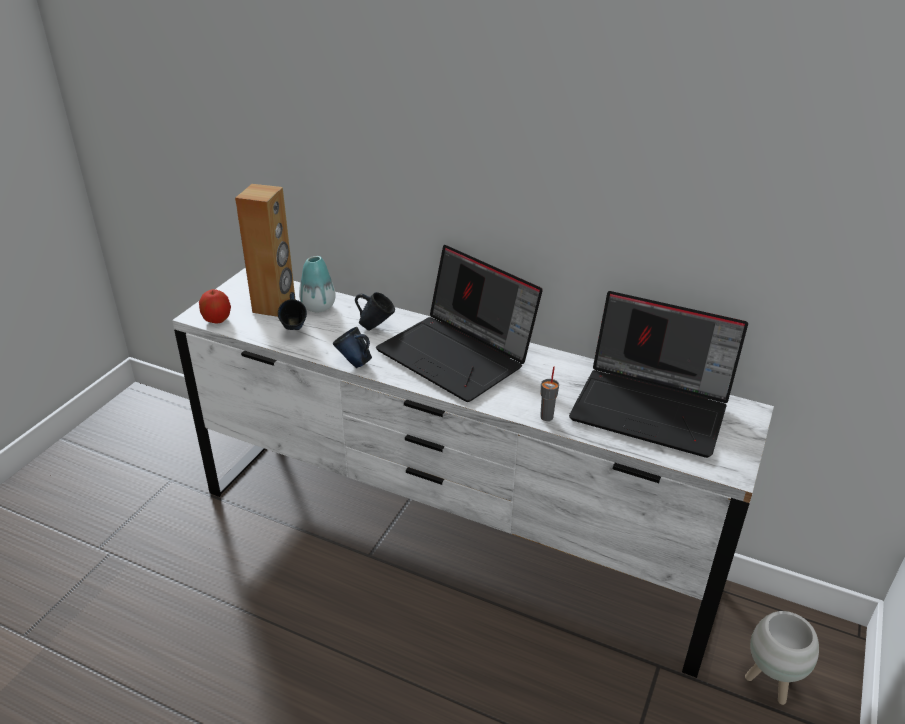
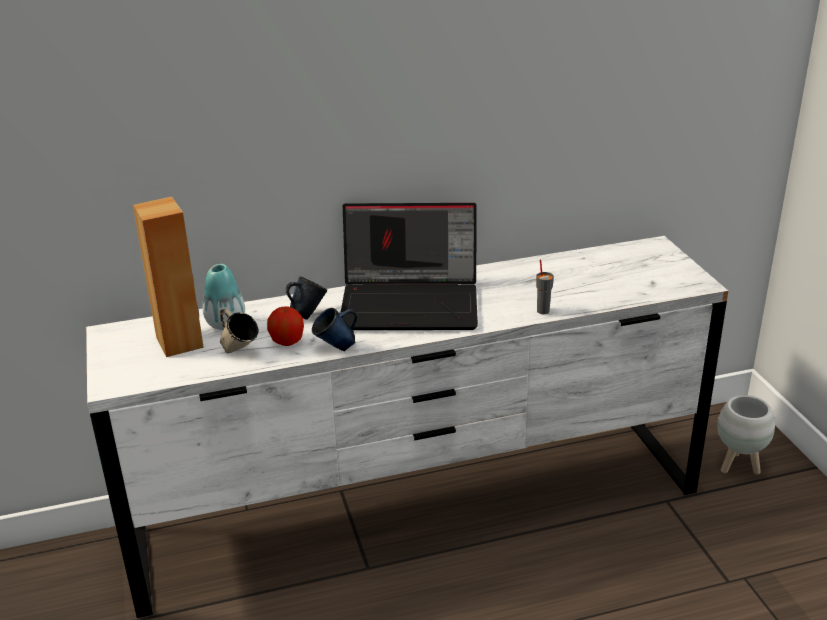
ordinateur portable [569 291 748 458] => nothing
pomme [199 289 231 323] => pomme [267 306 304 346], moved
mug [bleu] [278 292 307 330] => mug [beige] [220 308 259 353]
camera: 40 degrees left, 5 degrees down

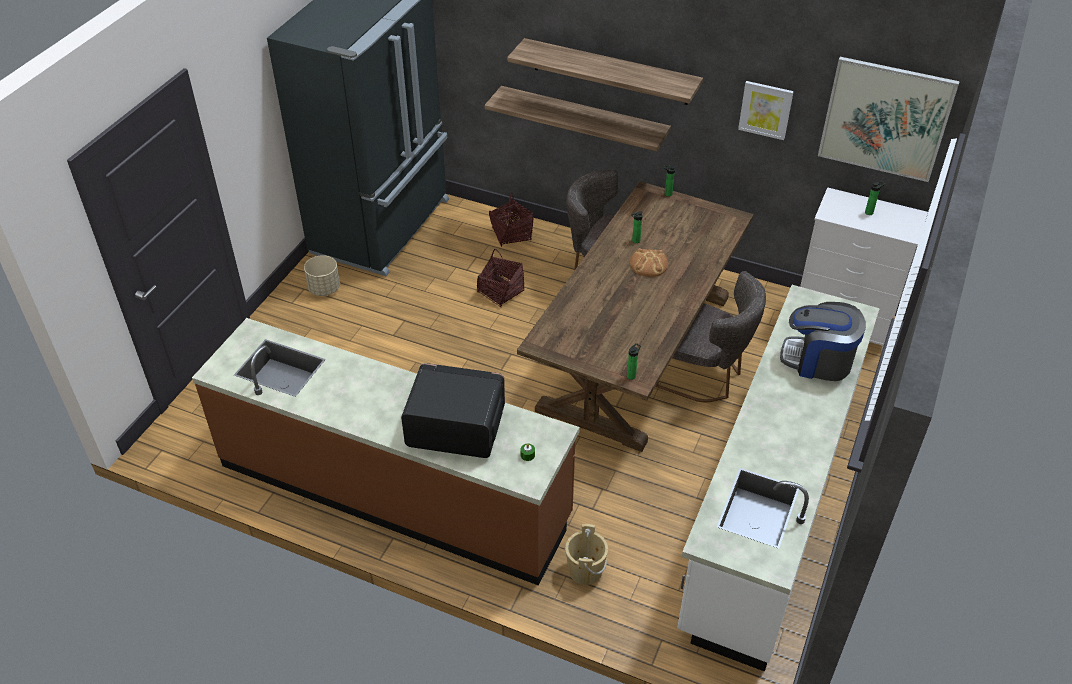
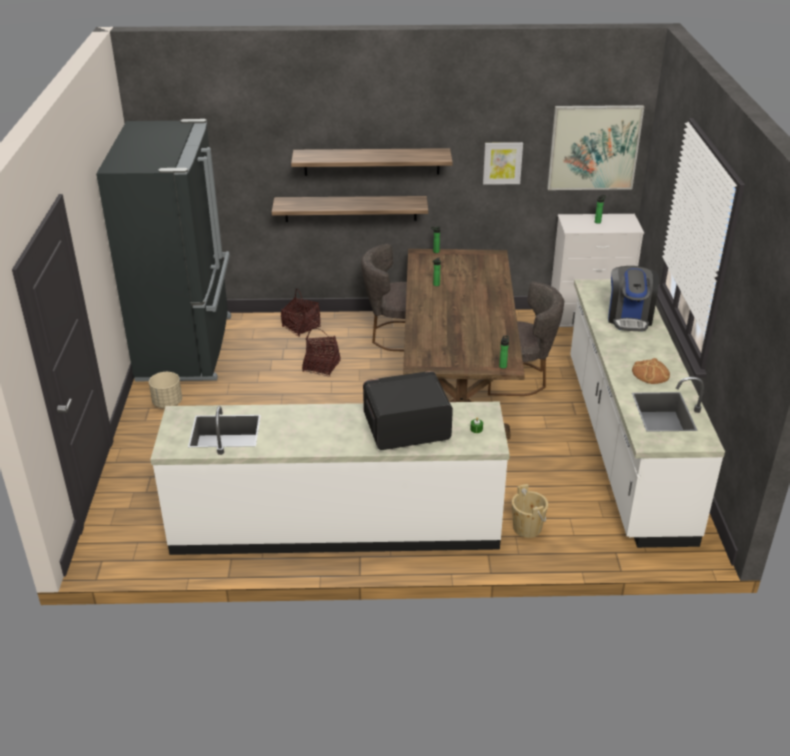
pain [630 248 668 277] => pain [632 358 670 384], moved
comptoir de cuisine [marron] [192 318 580 586] => comptoir de cuisine [blanc] [150 402 510 555]
machine à café [780 302 866 381] => machine à café [608 266 659 332], 75 degrees counterclockwise
camera: 25 degrees left, 10 degrees down

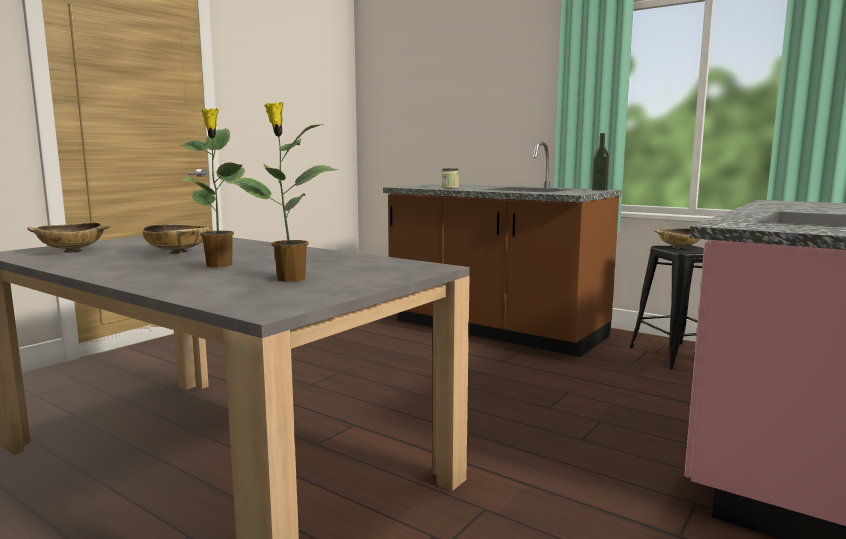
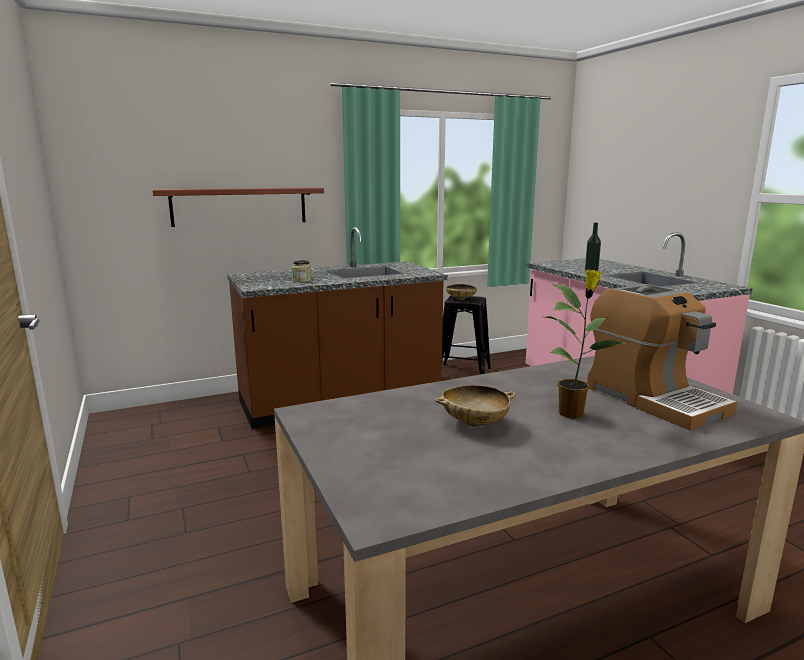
bol [beige] [27 223 111 253] => nothing
nothing => étagère [152 187 324 227]
bouteille [592 133 609 191] => bouteille [585 222 601 272], moved
plante en pot [227 102 339 282] => machine à café [587 284 737 430]
camera: 60 degrees left, 5 degrees up

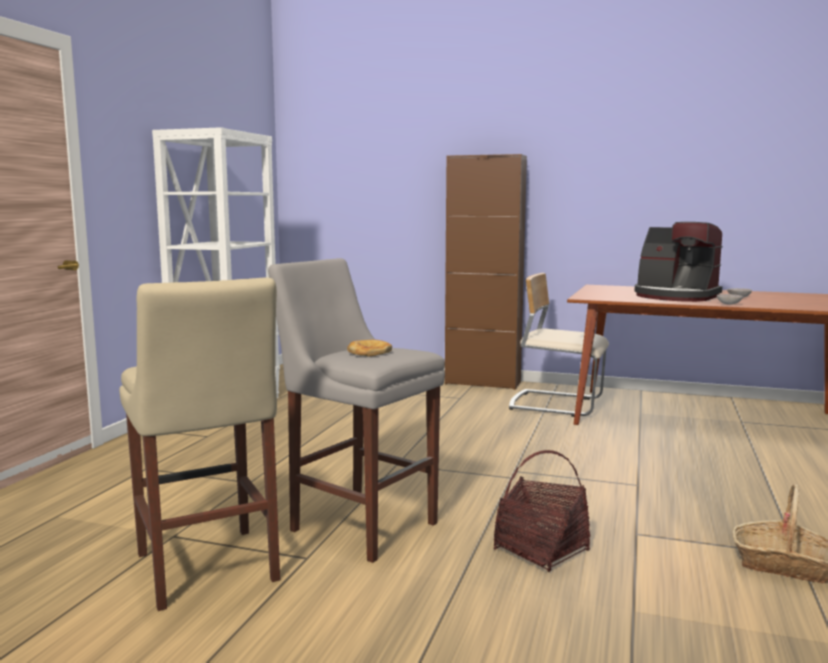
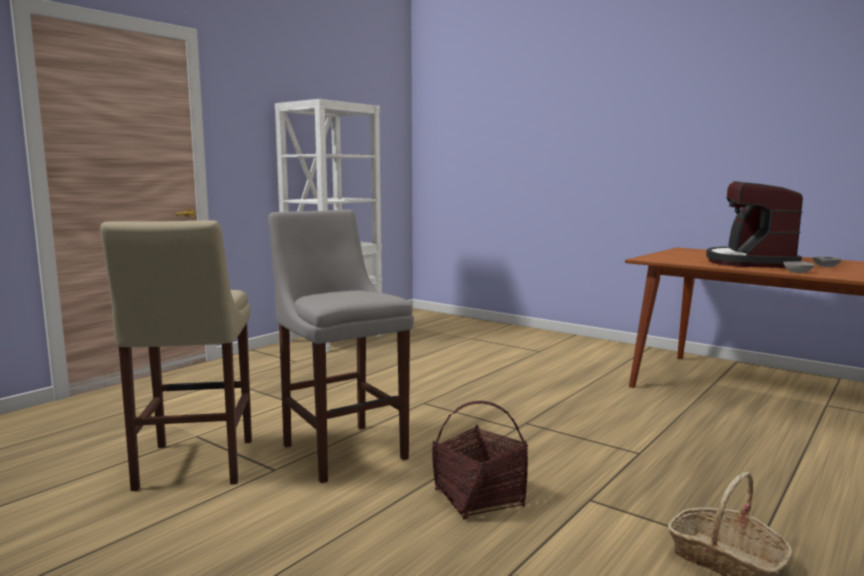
pain [347 340 392 356] => nothing
meuble de rangement [marron] [445 154 527 390] => nothing
chaise [beige] [509 273 609 417] => nothing
machine à café [635 222 723 302] => machine à café [706 181 803 268], 45 degrees clockwise
camera: 20 degrees right, 0 degrees up

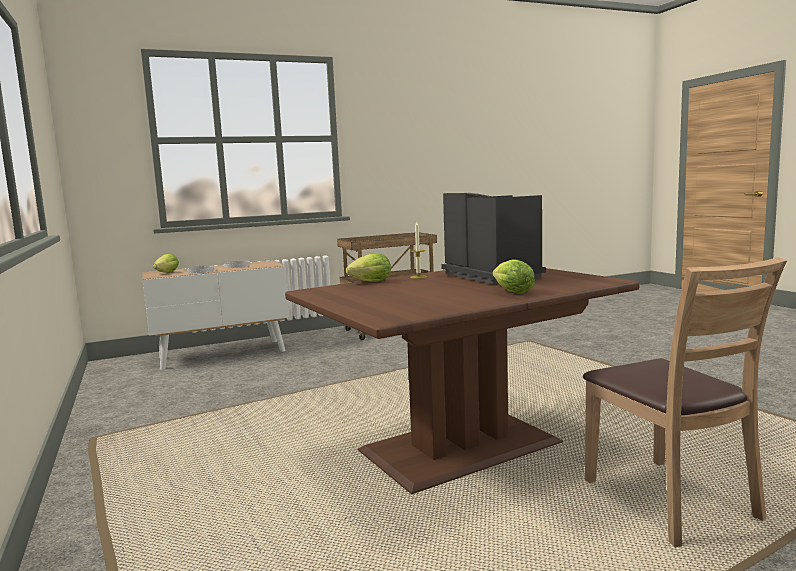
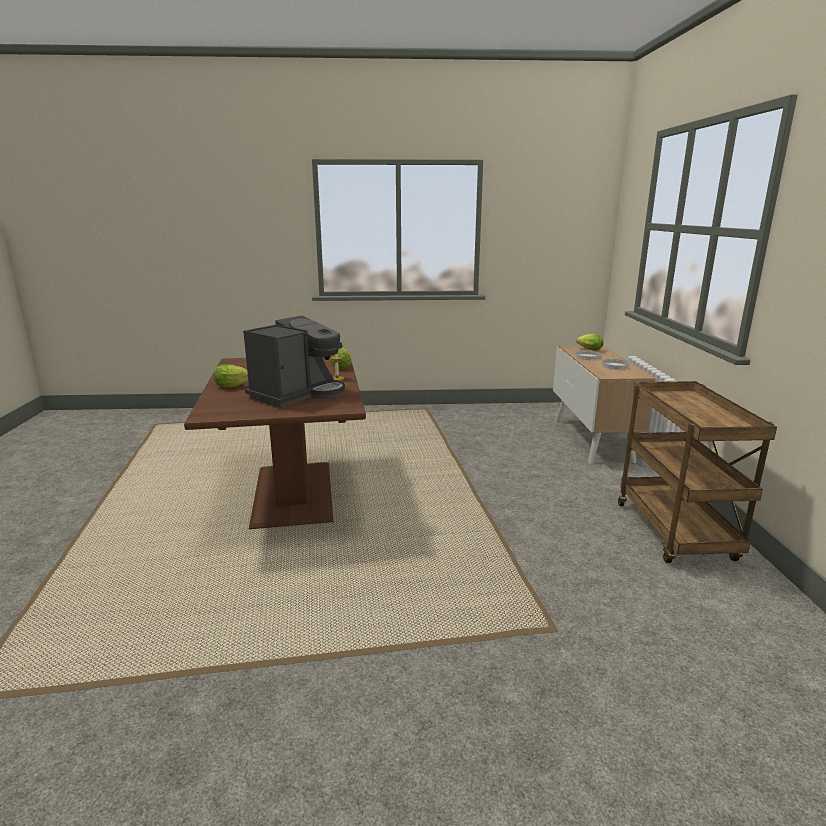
chaise [marron] [583 257 787 547] => nothing
machine à café [441 193 546 284] => machine à café [243 315 345 407], 45 degrees counterclockwise
camera: 110 degrees right, 10 degrees up

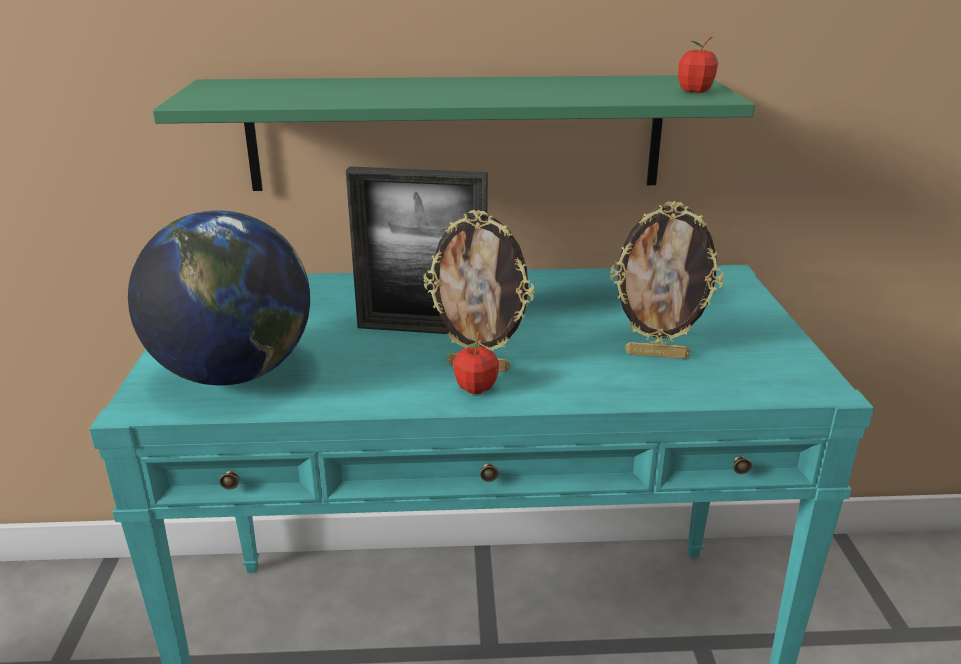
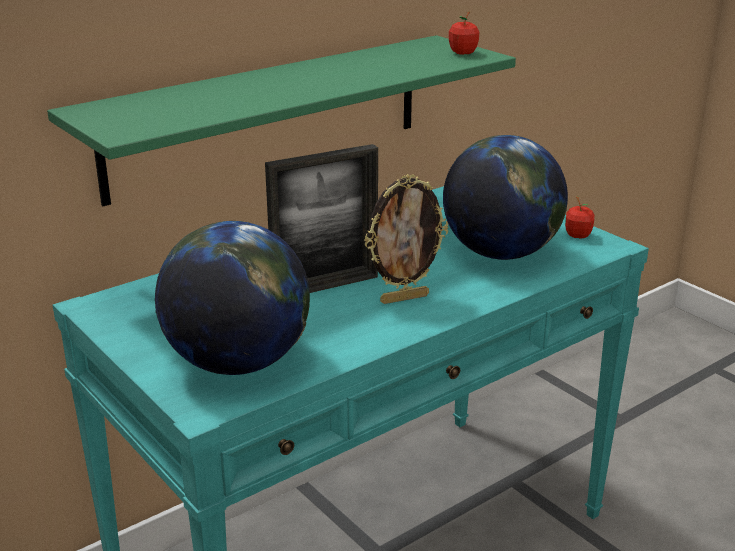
pomme [453 332 499 394] => pomme [565 196 595 239], moved
cadre photo [610 201 724 359] => globe [443 135 568 260]
camera: 35 degrees left, 0 degrees up

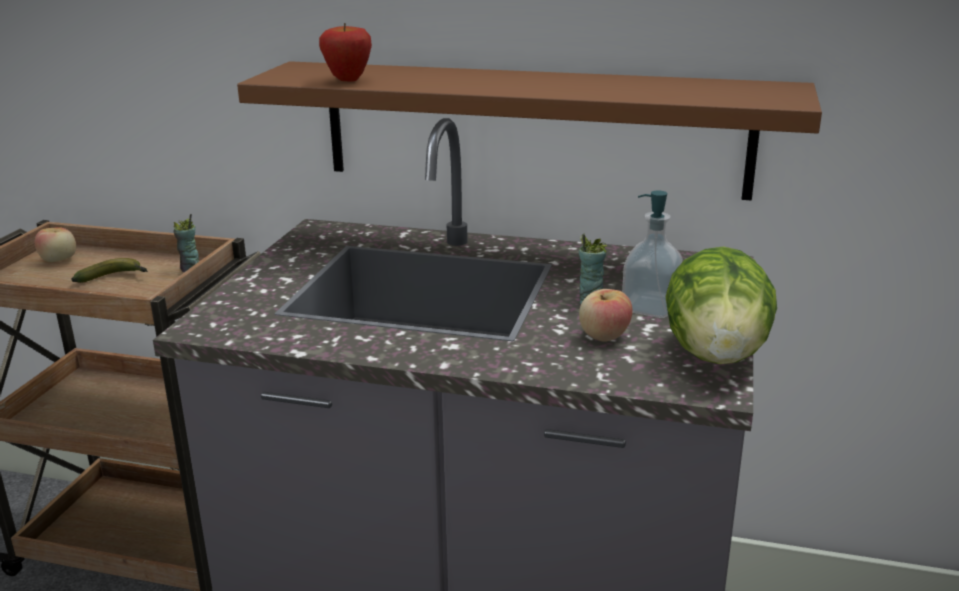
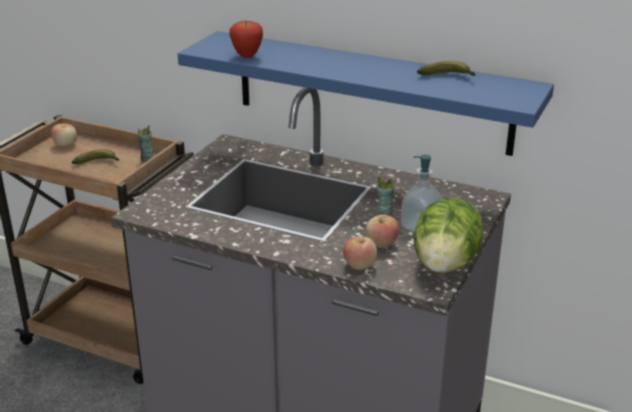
nothing => pomme [343 236 377 270]
nothing => banane [417 61 476 76]
étagère [marron] [237 61 822 201] => étagère [bleu] [178 31 554 156]
camera: 10 degrees right, 5 degrees up

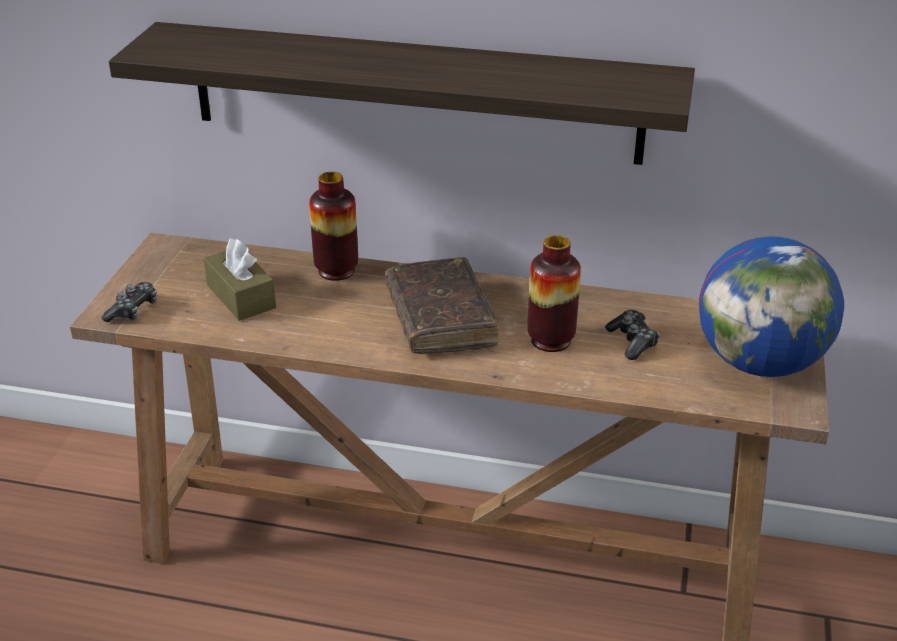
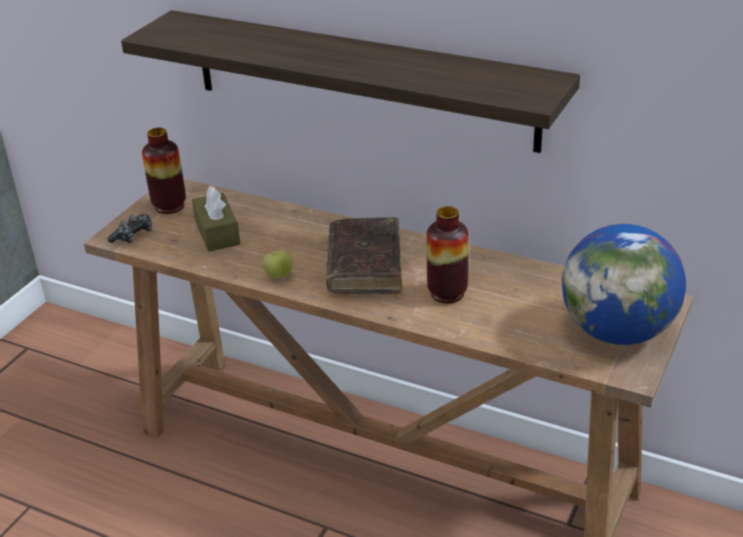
manette [605 310 660 360] => nothing
nothing => pomme [263 250 293 279]
vase [309 172 358 281] => vase [142 128 186 214], moved
camera: 15 degrees right, 0 degrees up

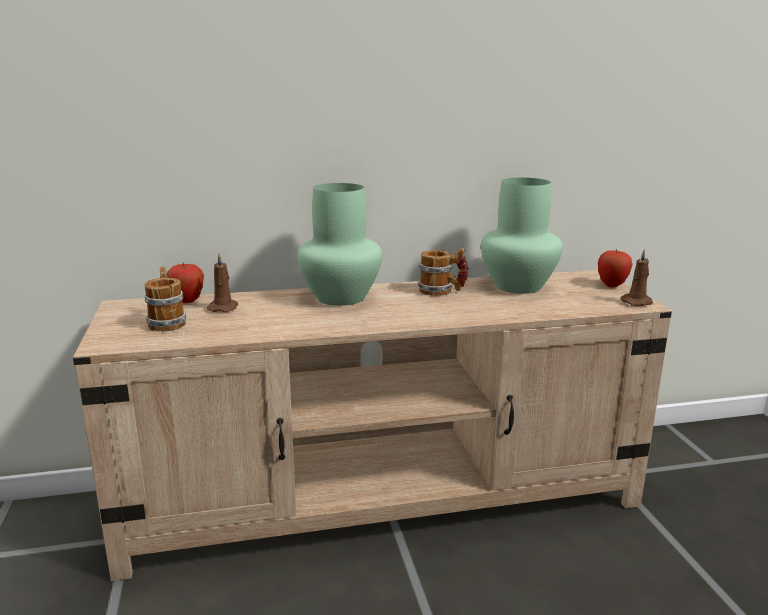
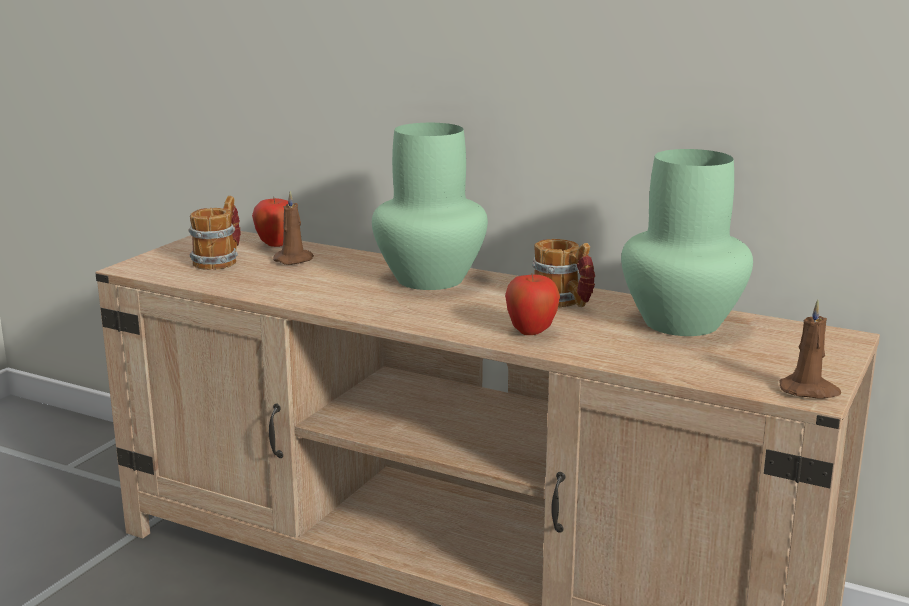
pomme [598 249 633 287] => pomme [505 273 560 335], moved
camera: 40 degrees right, 0 degrees up

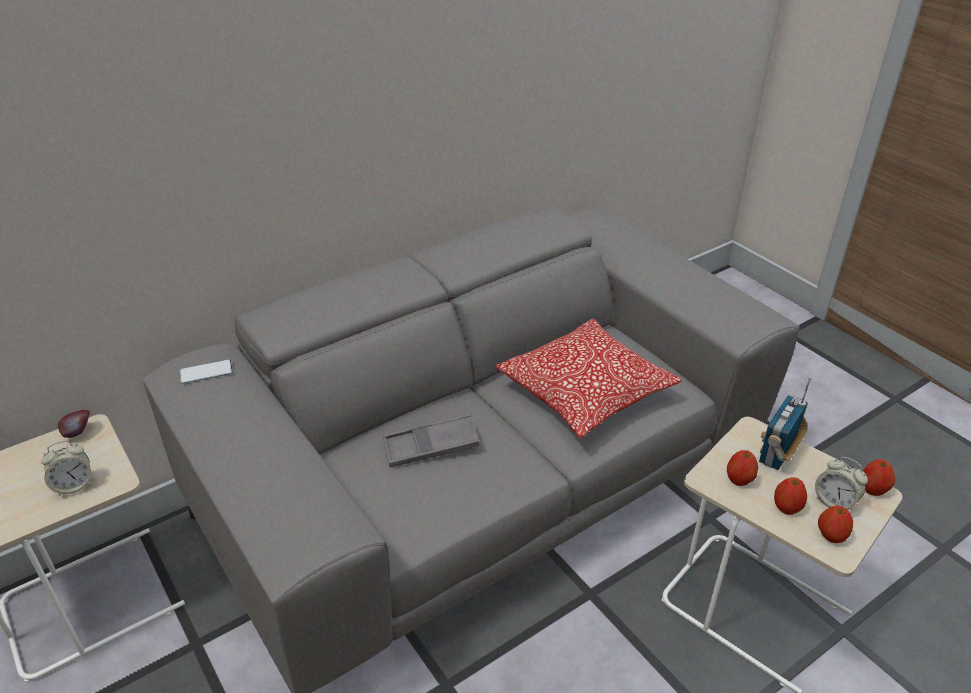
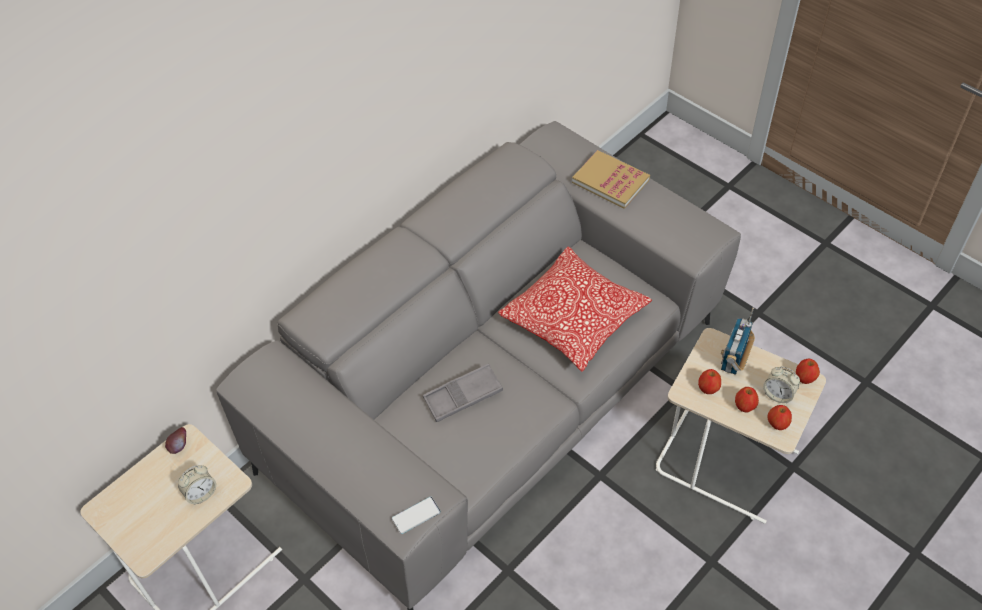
nothing => livre [572 150 650 209]
téléphone [180 359 233 384] => téléphone [392 497 441 534], moved
camera: 10 degrees left, 15 degrees up

